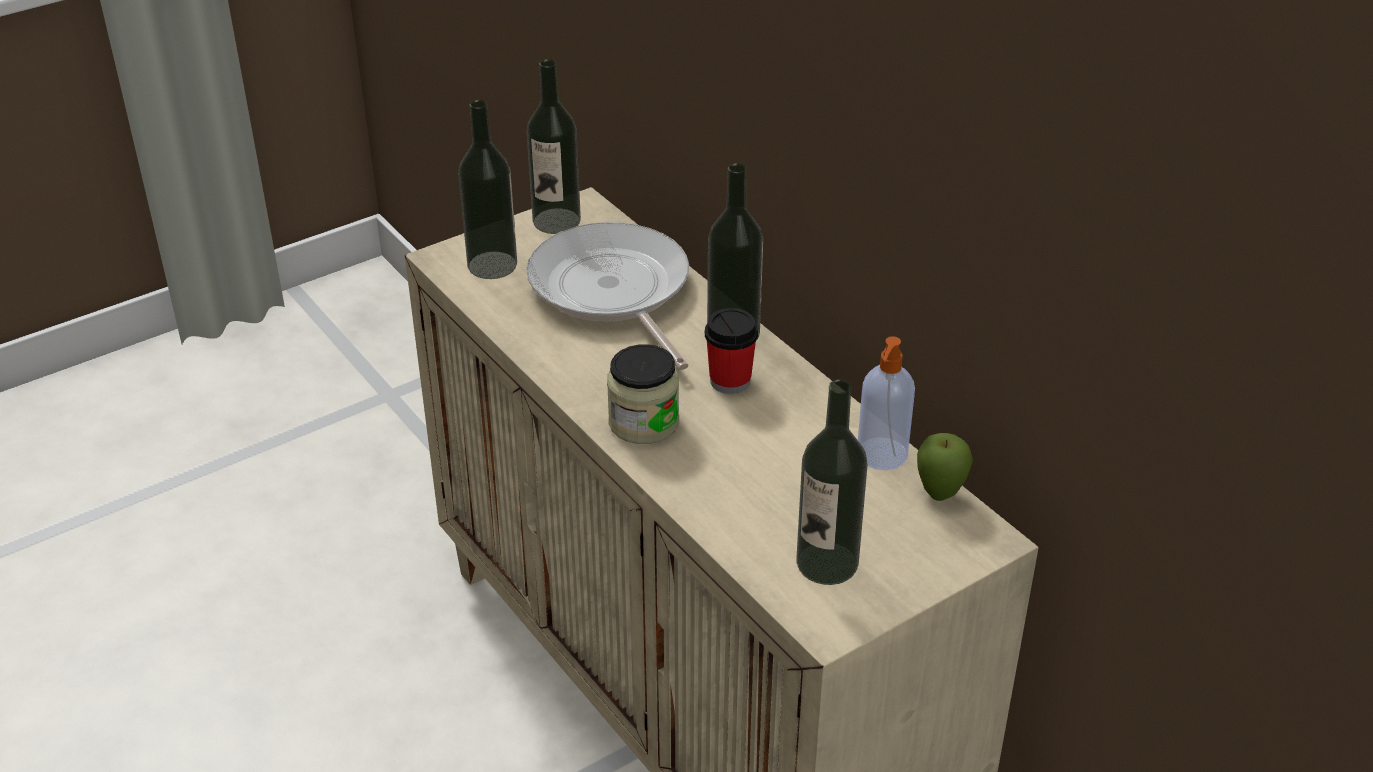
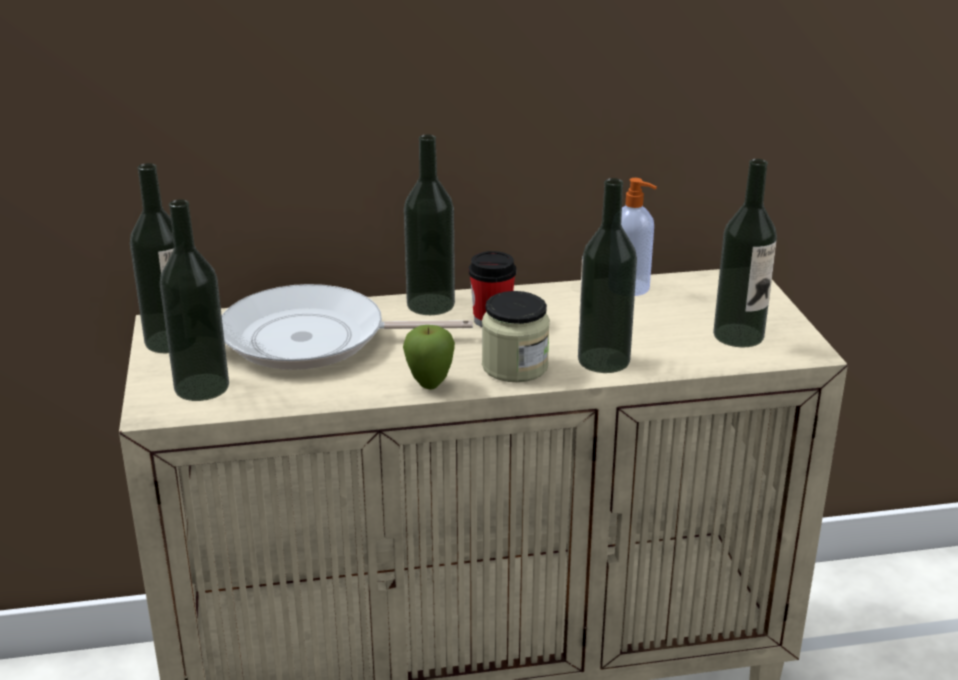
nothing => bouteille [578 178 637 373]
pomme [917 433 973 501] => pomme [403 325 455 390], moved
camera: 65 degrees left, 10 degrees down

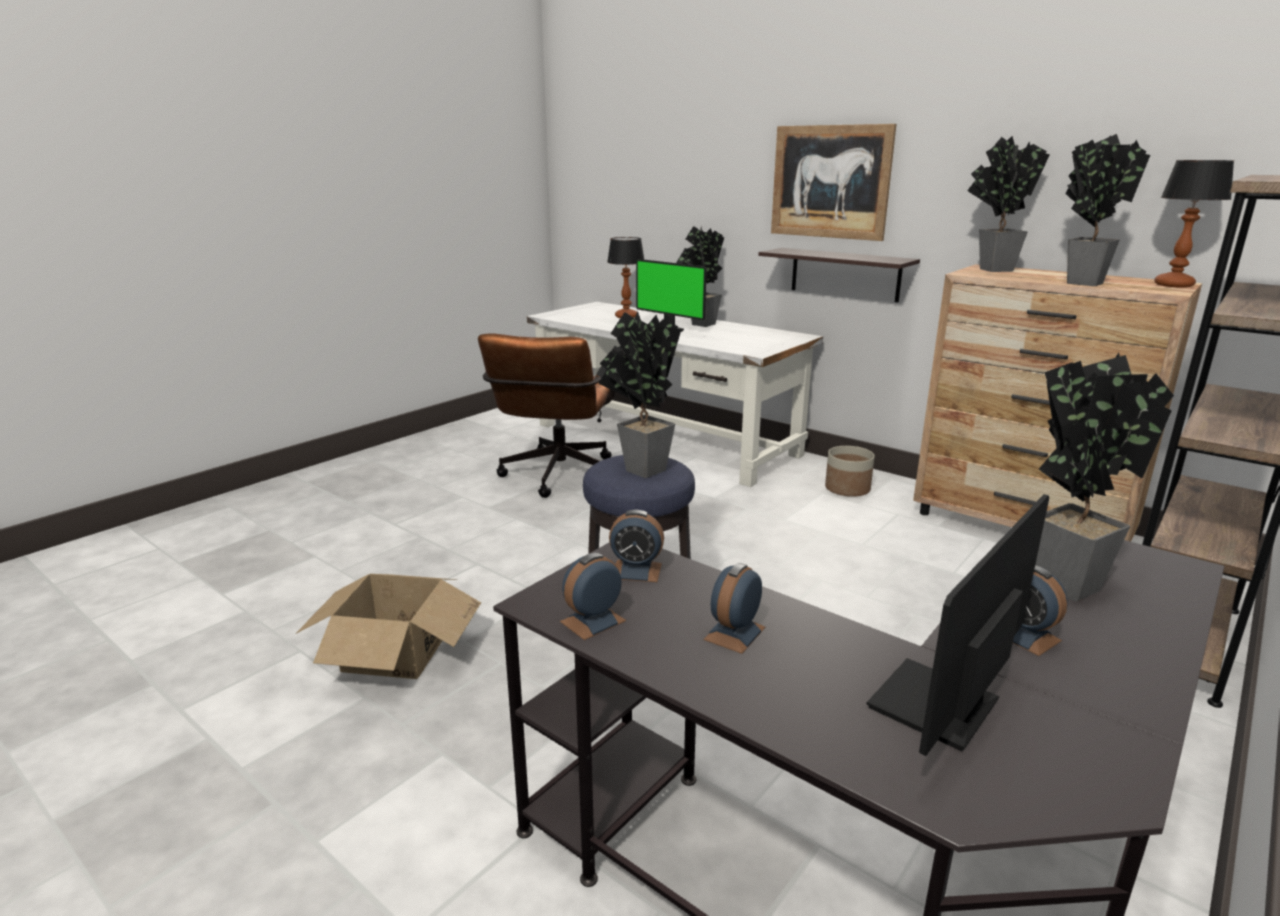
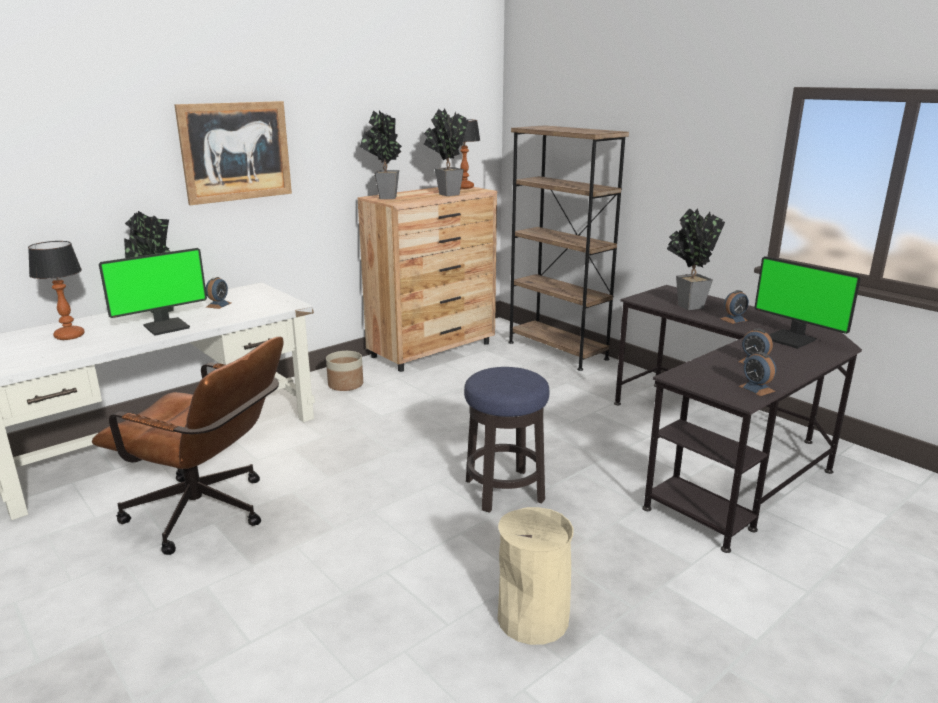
plante en pot [596 311 682 478] => nothing
étagère [758 248 920 302] => nothing
réveil [609 510 664 582] => réveil [206 277 231 309], moved
carton [296 574 481 679] => poubelle [beige] [498 507 574 645]
camera: 80 degrees left, 0 degrees up

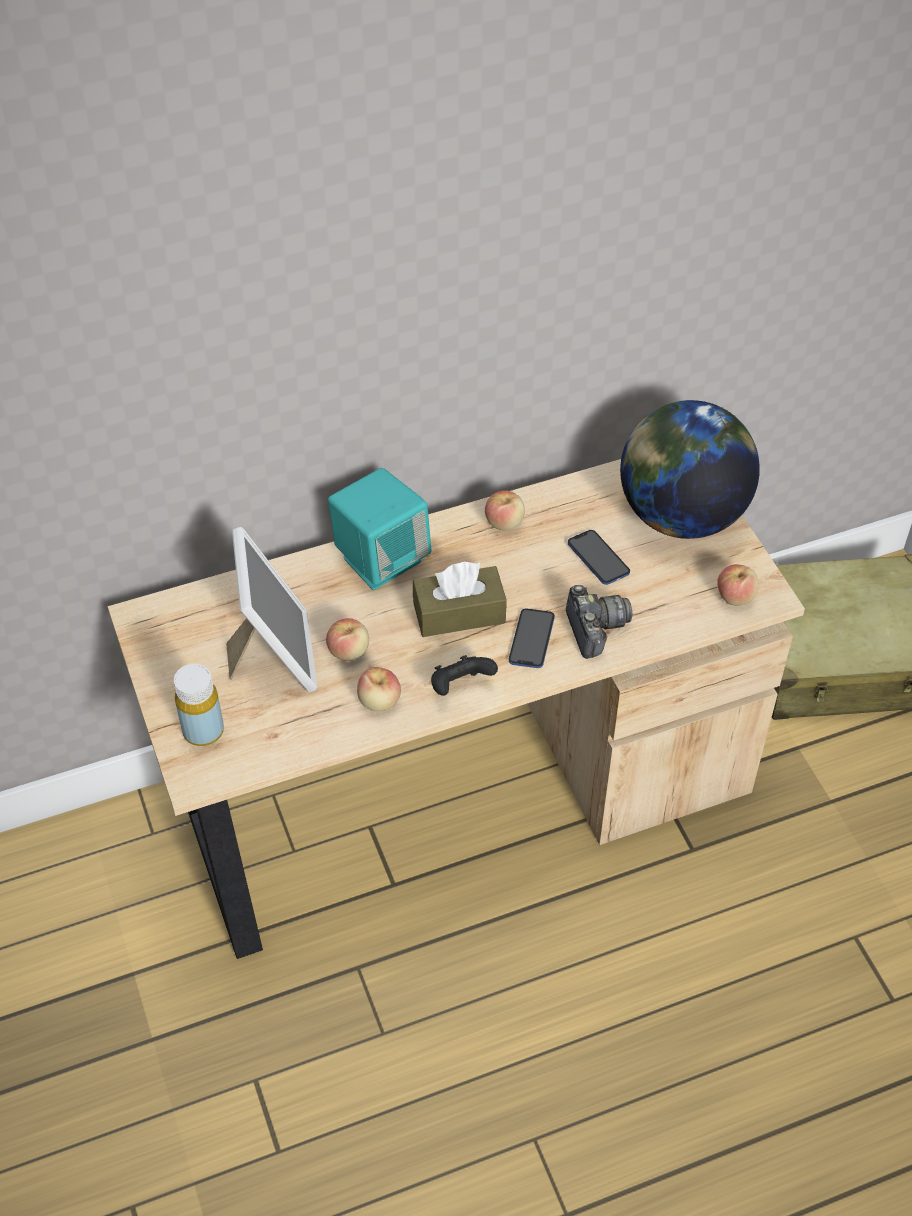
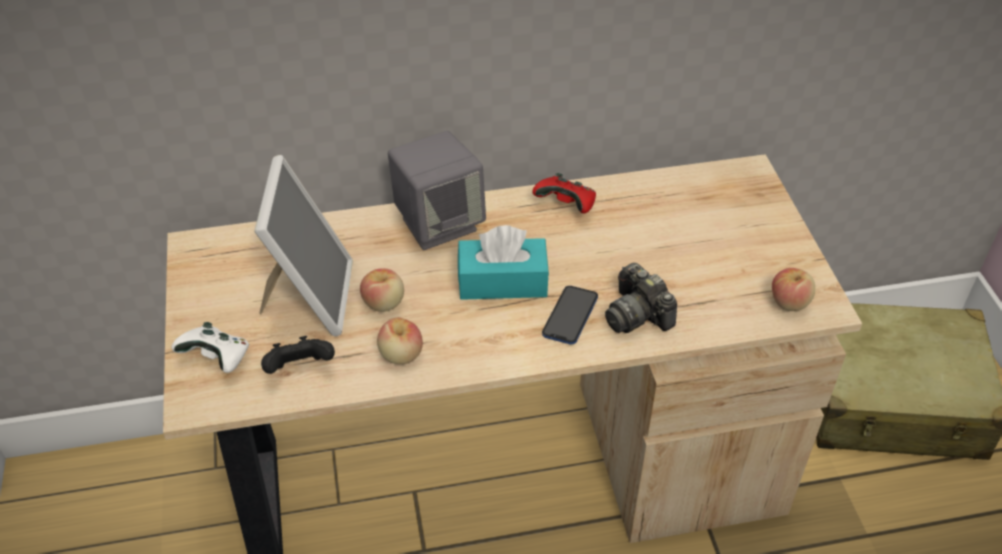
téléphone [568 530 630 585] => nothing
globe [620 400 760 539] => nothing
manette [noir] [431 655 498 696] => manette [noir] [261 336 335 374], moved
bouteille [jaune] [174 664 224 746] => manette [blanc] [172 322 249 373]
pomme [485 490 525 531] => manette [rouge] [532 173 596 214]
enceinte [turquoise] [328 468 432 590] => enceinte [gris] [388 131 486 250]
boîte à mouchoirs [marron] [413 562 507 637] => boîte à mouchoirs [turquoise] [458 225 549 300]
appareil photo [566 585 632 659] => appareil photo [605 263 677 333], 150 degrees clockwise
camera: 10 degrees right, 5 degrees down

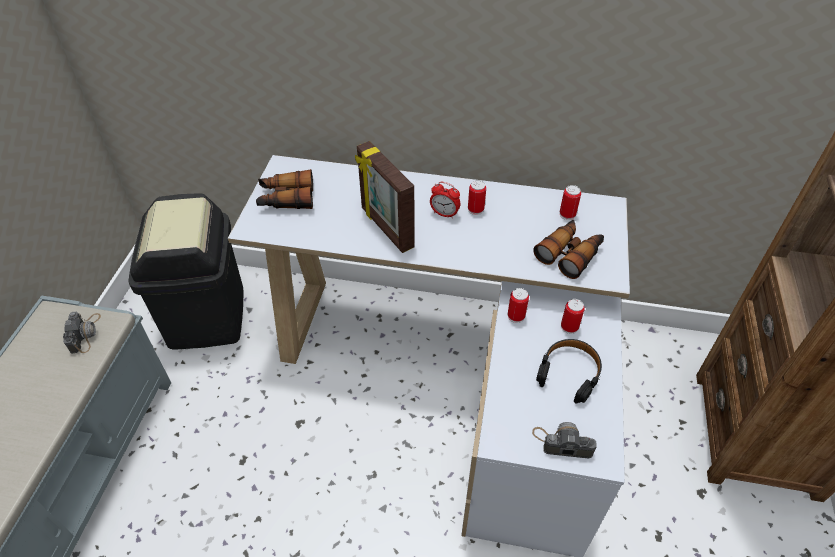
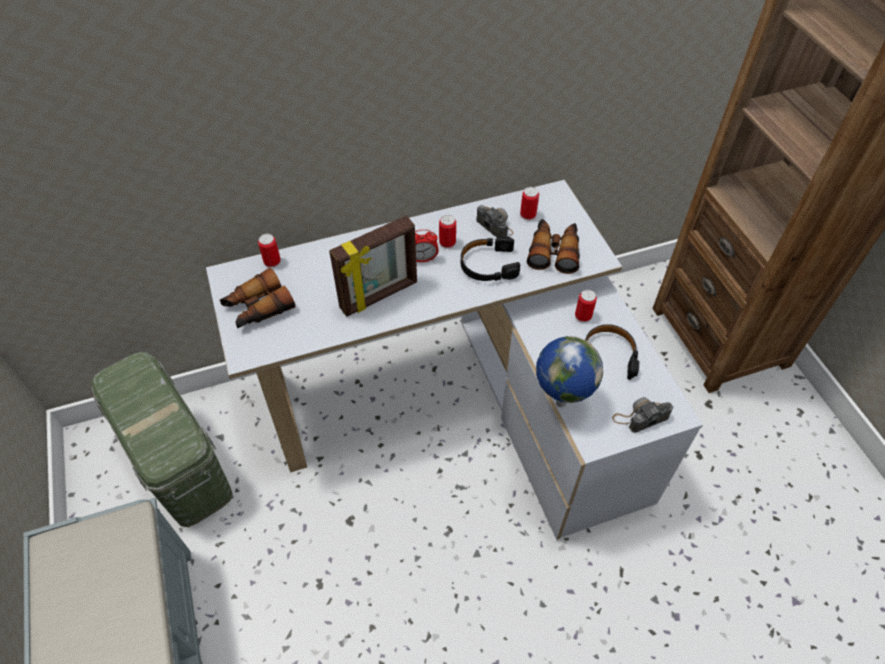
nothing => casque audio [noir] [461 236 520 281]
nothing => globe [536 336 603 407]
appareil photo [63 311 101 354] => appareil photo [476 205 513 238], moved
boîte métallique [508 288 529 323] => boîte métallique [258 234 281 268], moved
poubelle [noir] [128 193 243 350] => boîte de rangement [vert] [91 352 233 527]
cadre photo [355 141 415 253] => cadre photo [329 215 417 317], 60 degrees counterclockwise
camera: 30 degrees left, 5 degrees up

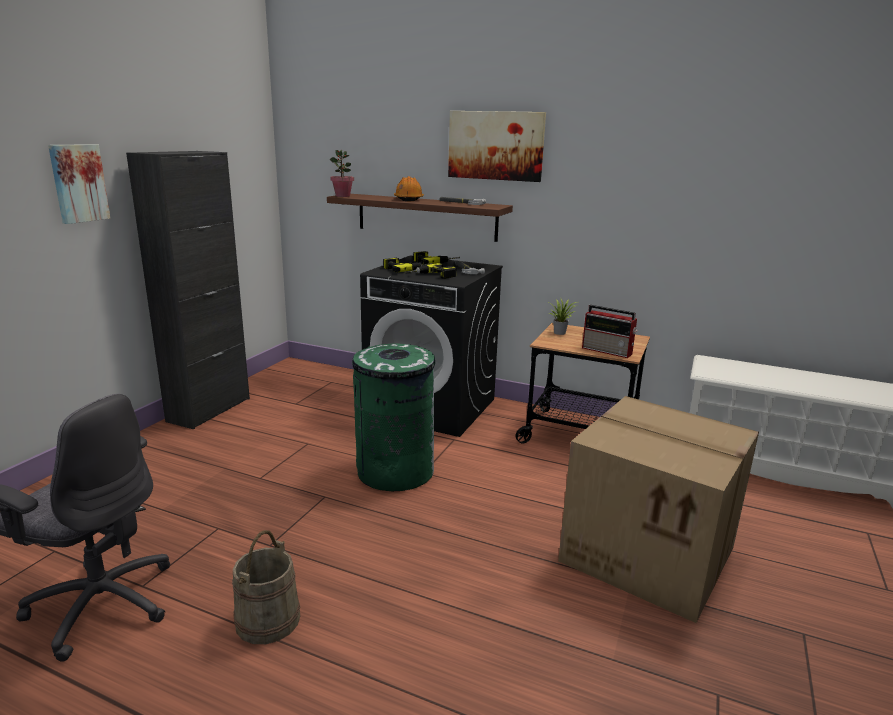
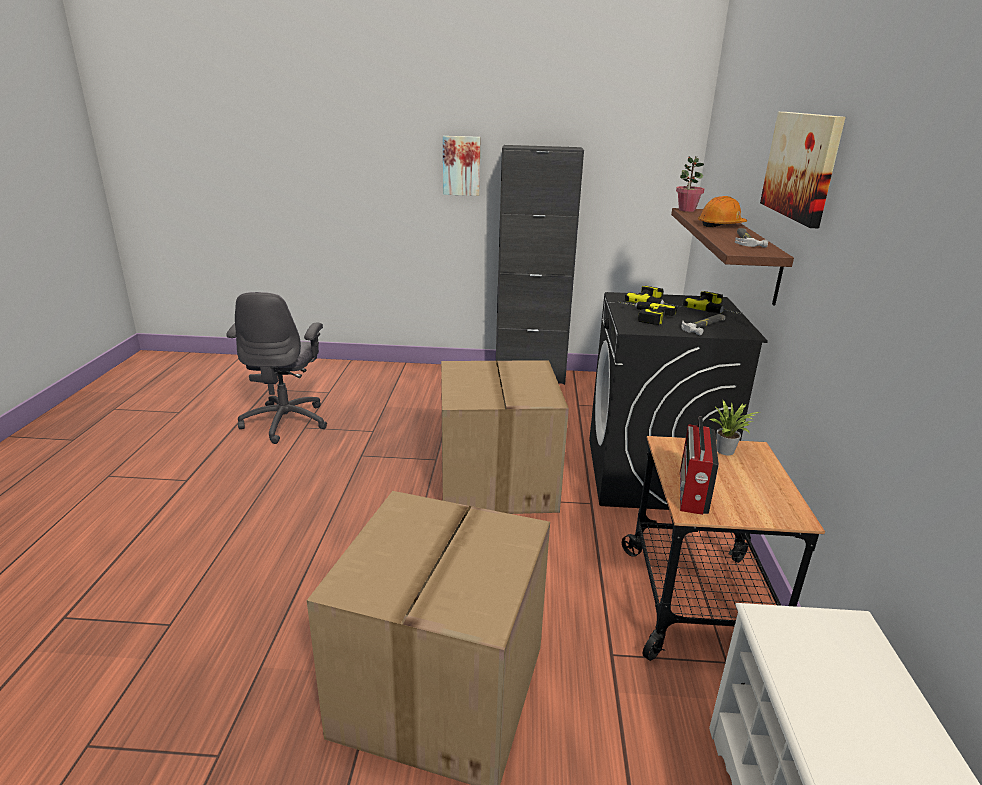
seau [beige] [232 530 300 644] => nothing
poubelle [vert] [352 344 435 491] => carton [441 360 569 514]
camera: 70 degrees right, 5 degrees up

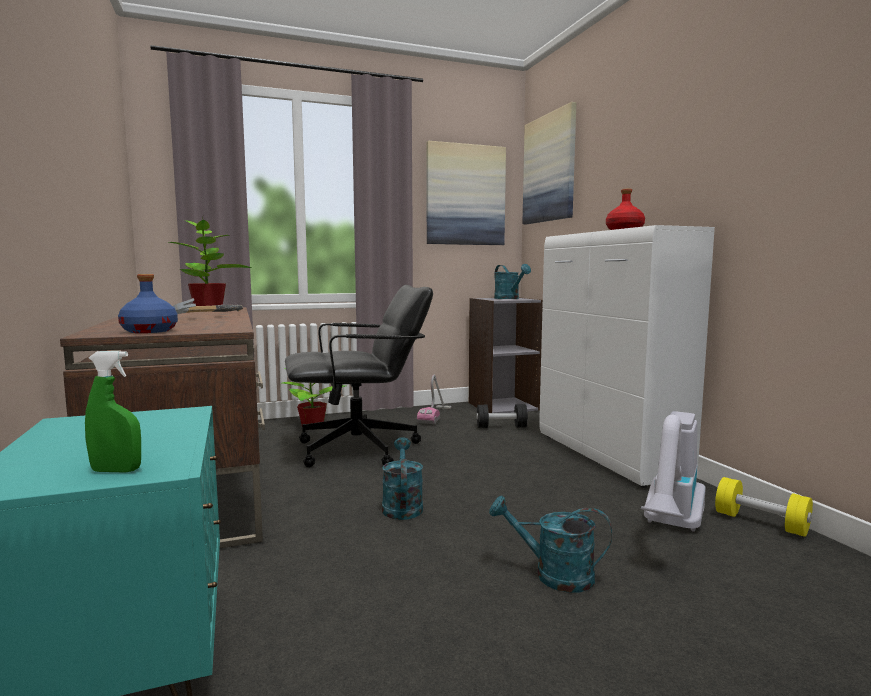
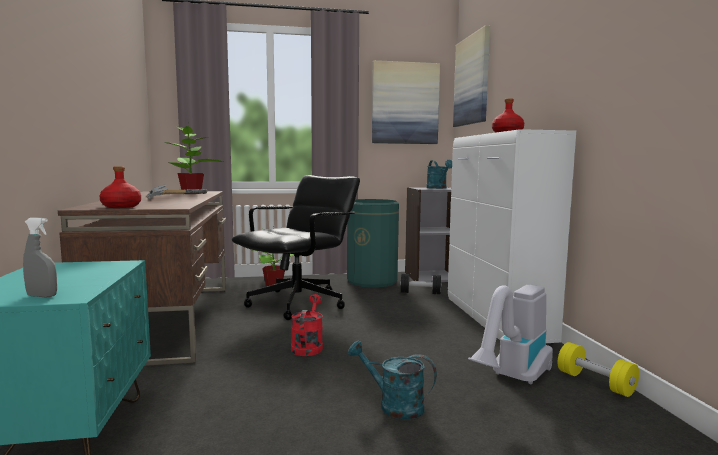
aspirateur [417 375 451 425] => poubelle [vert] [347 199 399 288]
vaporisateur [vert] [85 351 141 473] => vaporisateur [gris] [23 218 57 298]
bouteille [bleu] [118 274 178 333] => bouteille [rouge] [99 167 141 208]
arrosoir [turquoise] [382 437 423 520] => arrosoir [rouge] [291 294 323 356]
chaise de bureau [noir] [285 285 433 468] => chaise de bureau [noir] [232 175 360 320], 45 degrees counterclockwise
camera: 10 degrees right, 0 degrees up

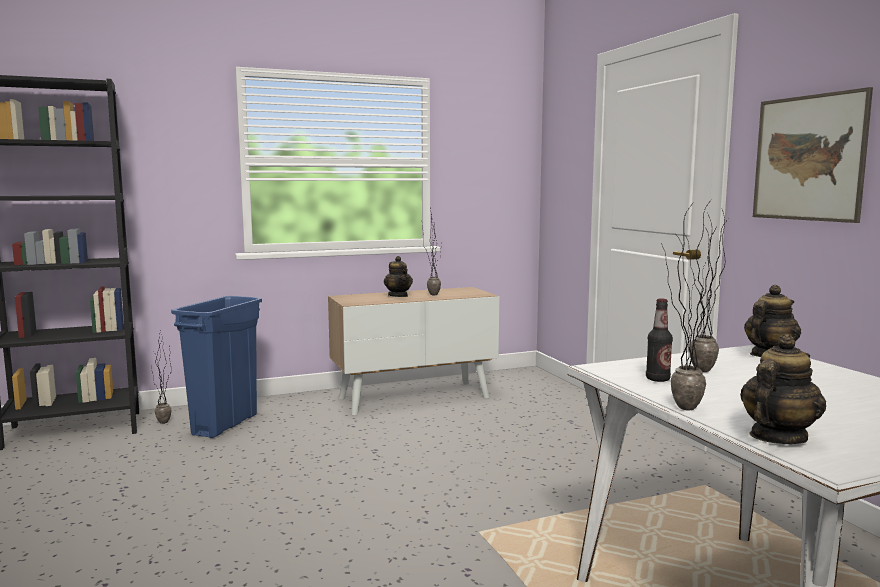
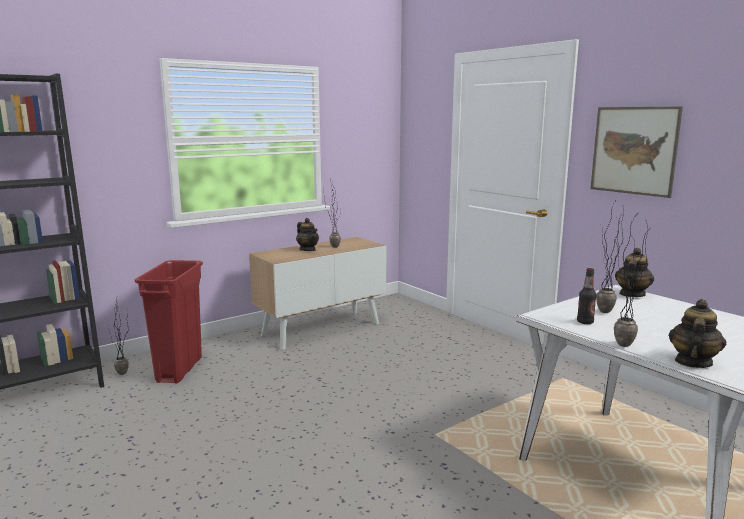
poubelle [bleu] [171 296 262 438] => poubelle [rouge] [135 260 203 383]
camera: 15 degrees left, 5 degrees up

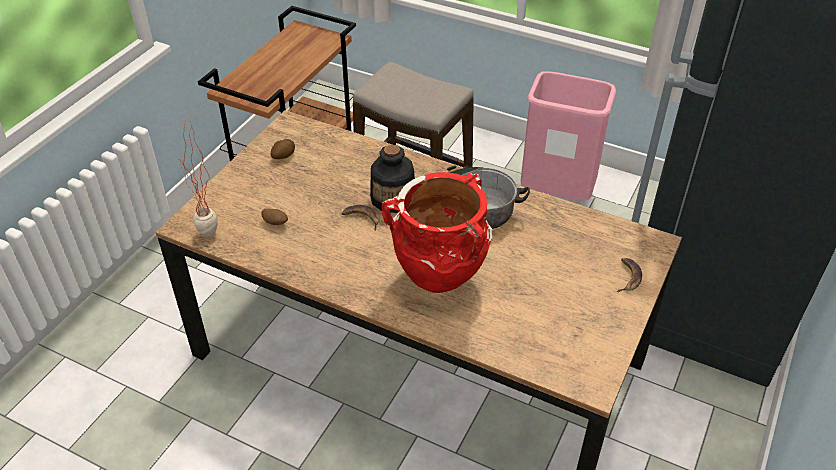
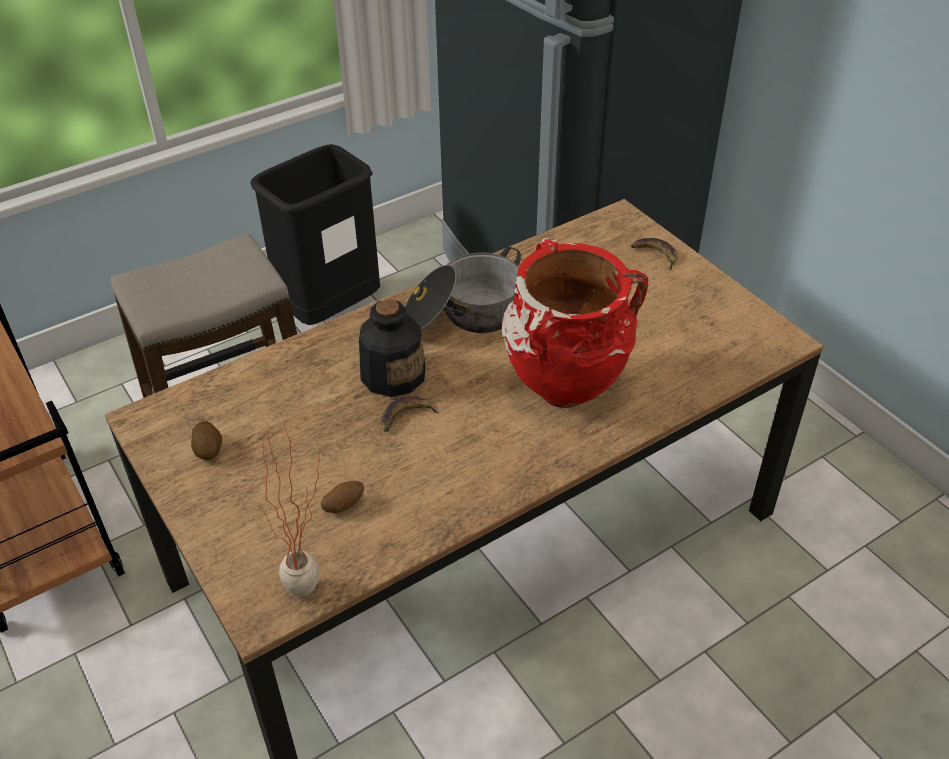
poubelle [rose] [521 71 616 200] => poubelle [noir] [251 144 380 325]
camera: 60 degrees left, 0 degrees up

